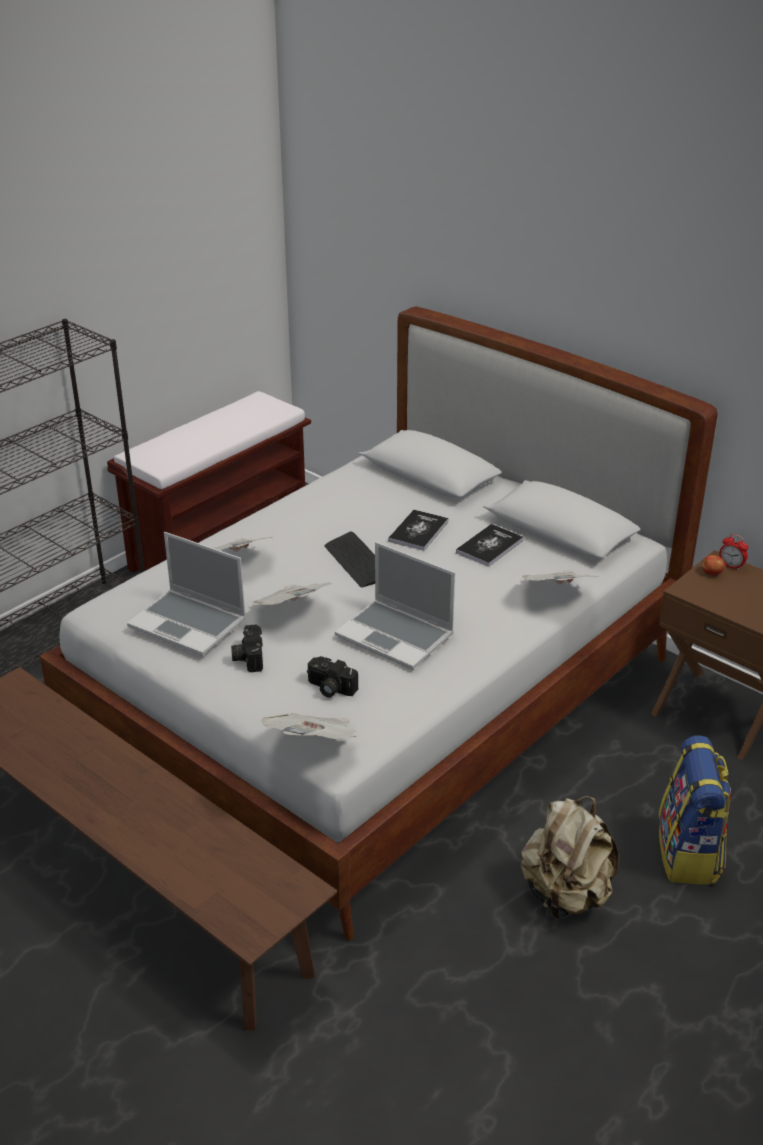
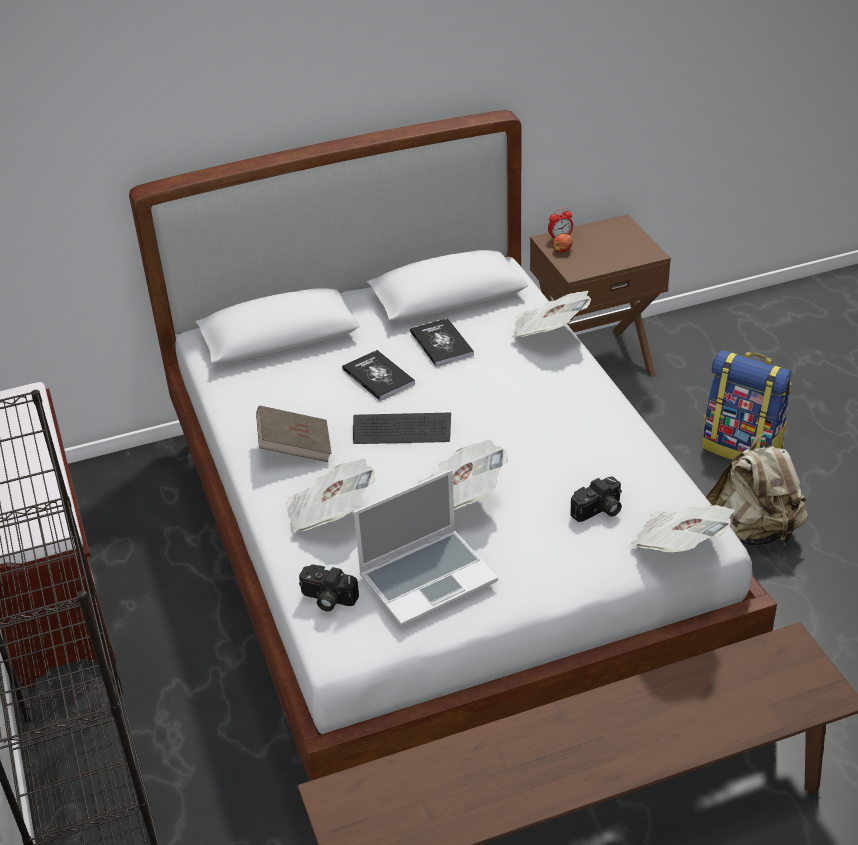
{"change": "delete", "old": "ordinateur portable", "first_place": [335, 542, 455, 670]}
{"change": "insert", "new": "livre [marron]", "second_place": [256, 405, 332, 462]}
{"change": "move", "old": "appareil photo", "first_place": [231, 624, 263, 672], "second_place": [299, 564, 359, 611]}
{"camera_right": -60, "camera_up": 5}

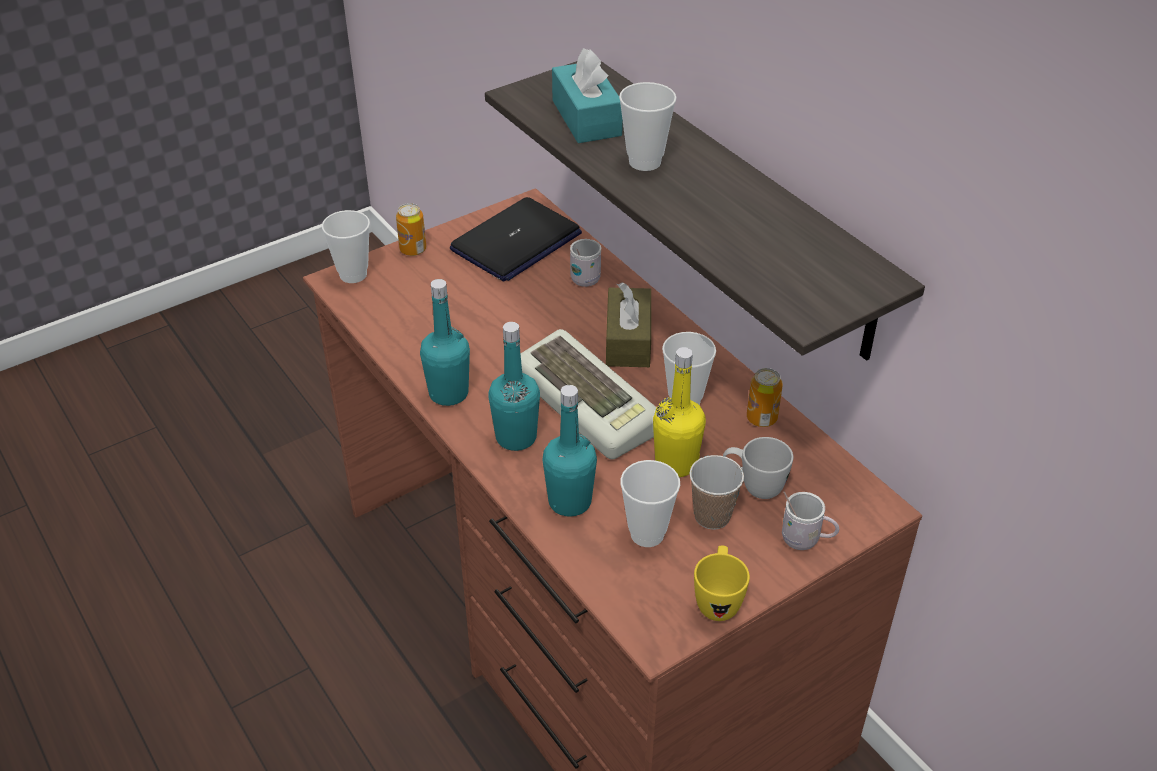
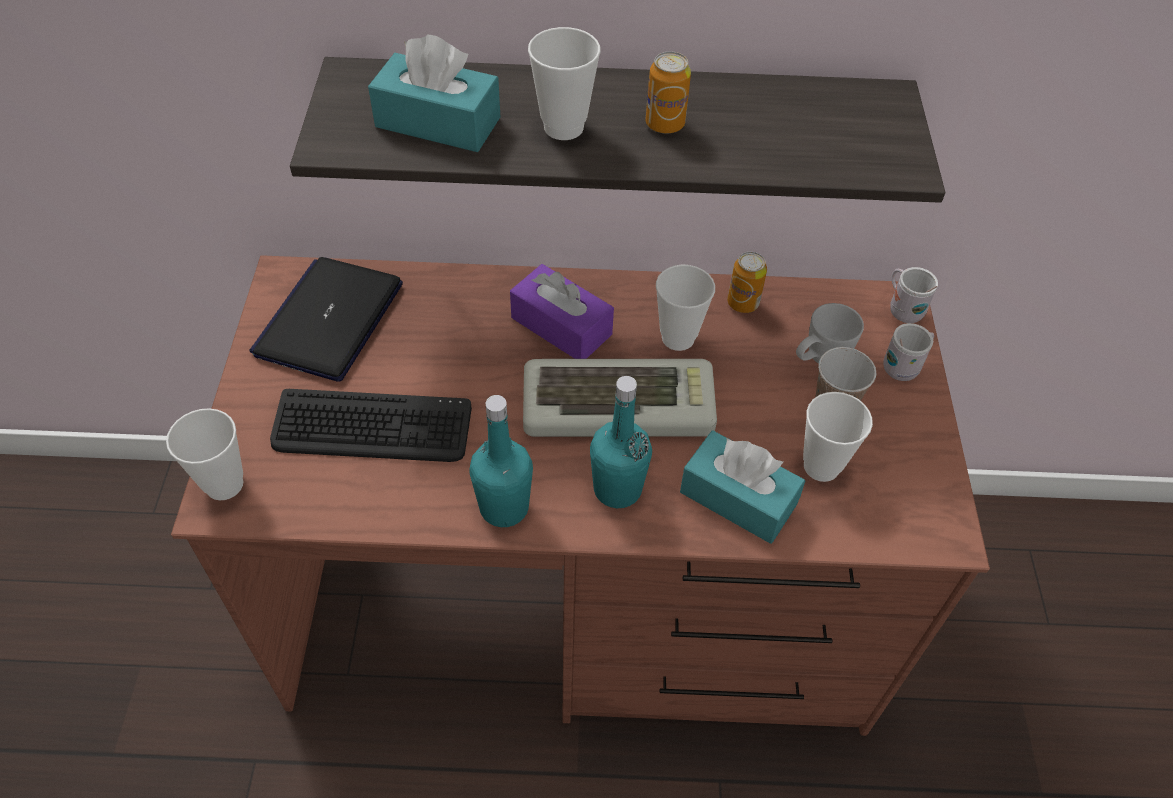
{"change": "delete", "old": "bouteille [jaune]", "first_place": [653, 347, 706, 477]}
{"change": "delete", "old": "mug [jaune]", "first_place": [694, 546, 750, 621]}
{"change": "insert", "new": "clavier", "second_place": [270, 389, 472, 462]}
{"change": "move", "old": "boîte métallique", "first_place": [396, 203, 426, 256], "second_place": [646, 51, 691, 134]}
{"change": "move", "old": "mug [blanc]", "first_place": [570, 239, 601, 287], "second_place": [890, 267, 938, 323]}
{"change": "replace", "old": "bouteille [turquoise]", "new": "boîte à mouchoirs [turquoise]", "first_place": [543, 385, 597, 517], "second_place": [680, 431, 805, 544]}
{"change": "recolor", "old": "boîte à mouchoirs [marron]", "new": "boîte à mouchoirs [violet]", "first_place": [606, 282, 651, 367], "second_place": [510, 264, 614, 359]}
{"change": "rotate", "old": "ordinateur portable", "first_place": [450, 197, 582, 282], "second_place": [250, 257, 403, 382], "degrees": -150}
{"camera_right": -55, "camera_up": 10}

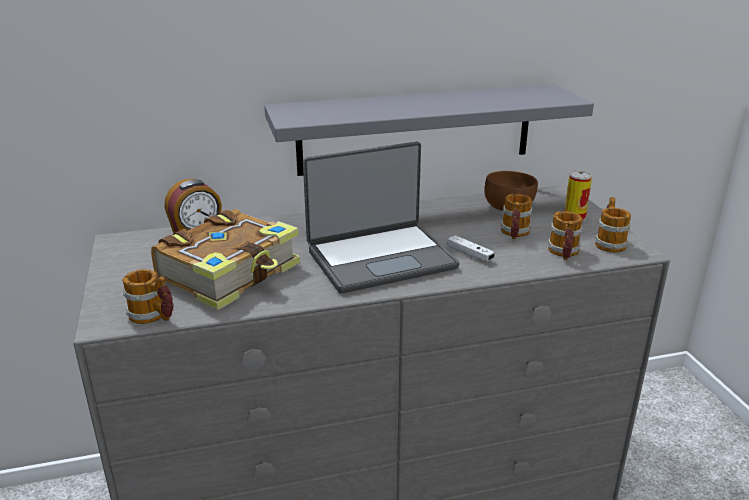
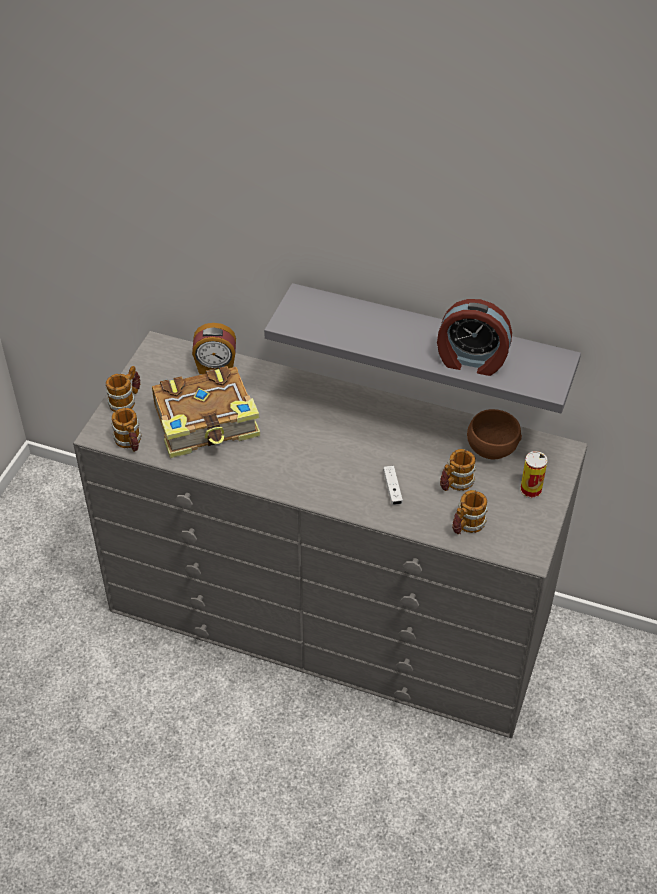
{"change": "delete", "old": "ordinateur portable", "first_place": [303, 142, 459, 293]}
{"change": "insert", "new": "réveil", "second_place": [437, 299, 512, 376]}
{"change": "move", "old": "mug", "first_place": [595, 197, 631, 252], "second_place": [106, 366, 140, 412]}
{"camera_right": 35, "camera_up": 20}

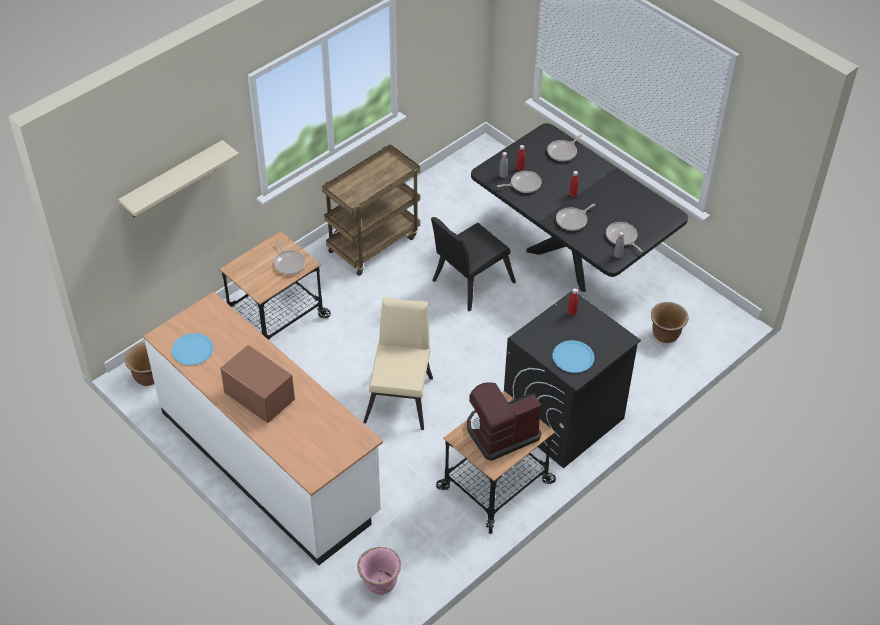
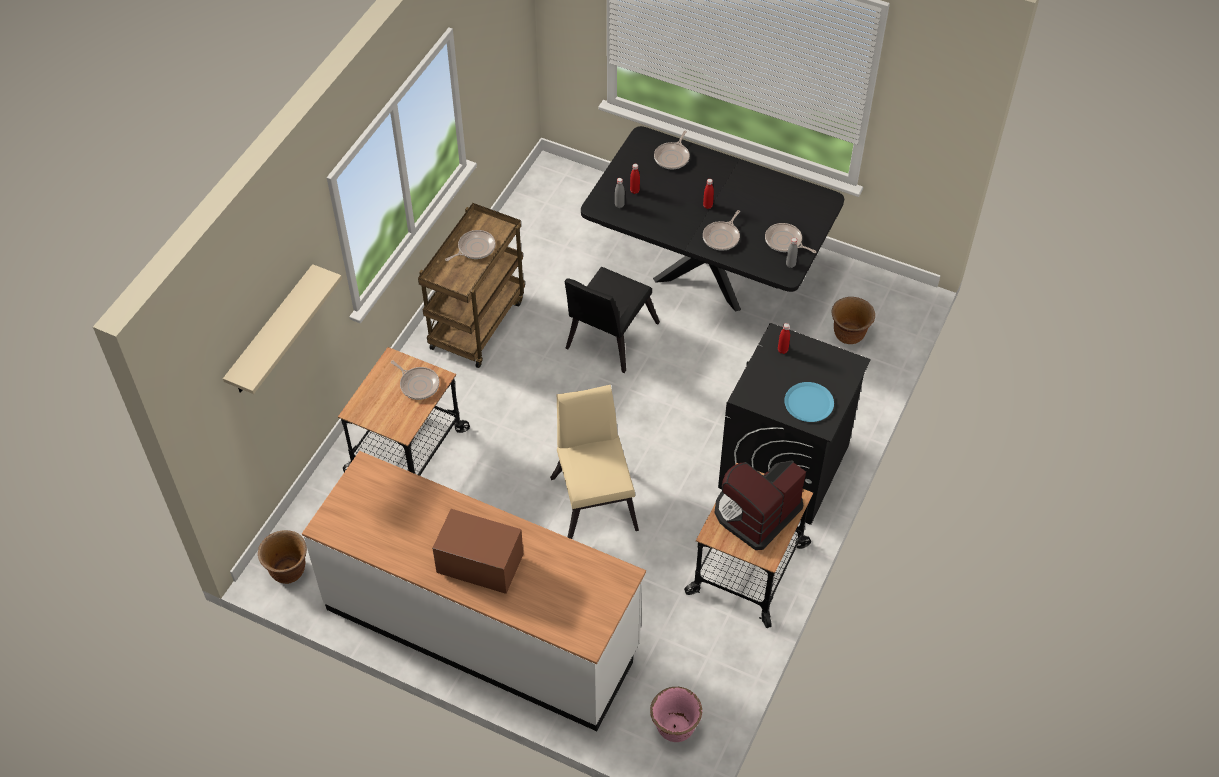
{"change": "delete", "old": "assiette [bleu]", "first_place": [172, 333, 214, 365]}
{"change": "move", "old": "poêle", "first_place": [497, 171, 542, 193], "second_place": [445, 230, 496, 261]}
{"camera_right": -20, "camera_up": 5}

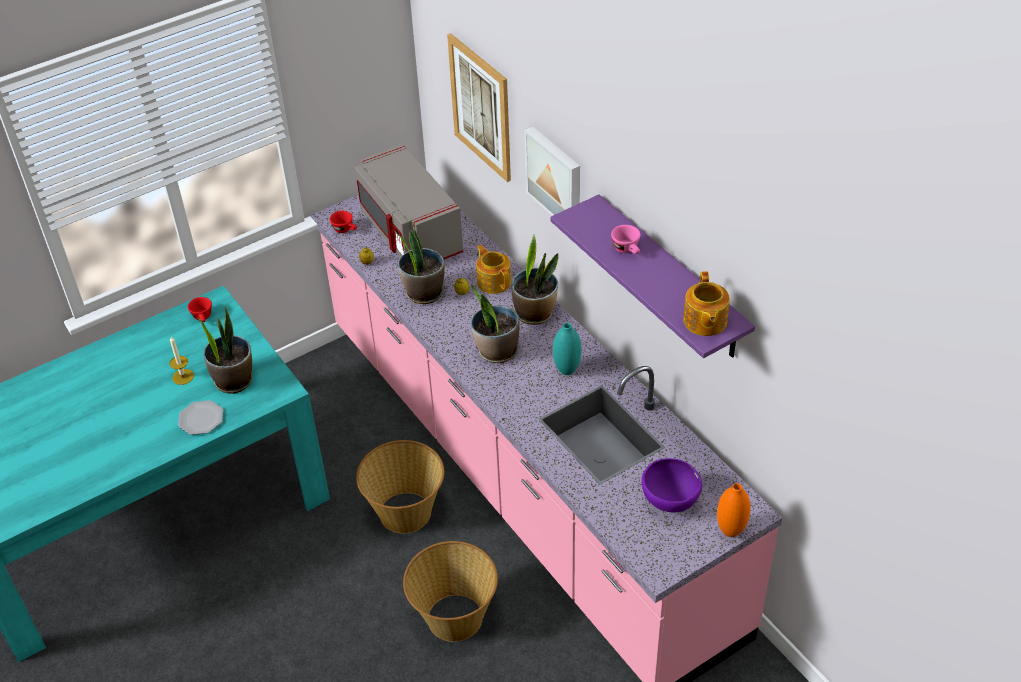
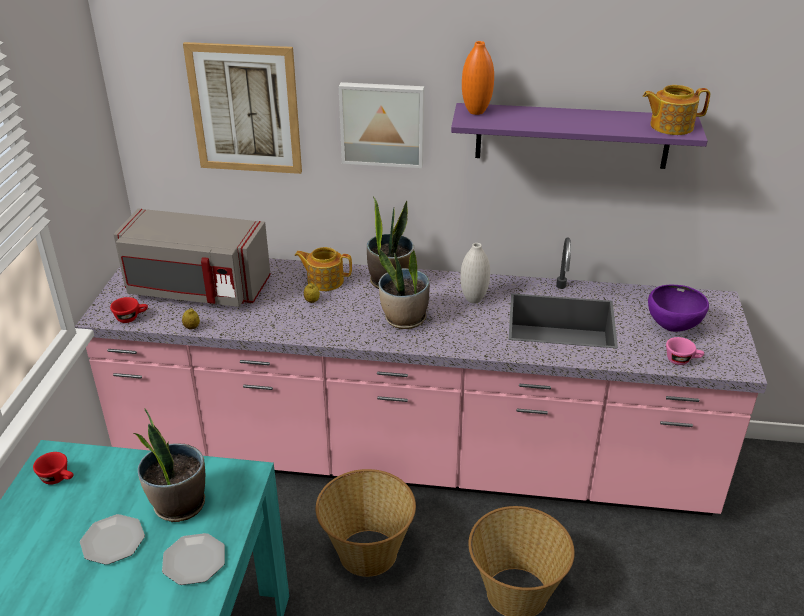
{"change": "delete", "old": "plante en pot", "first_place": [397, 219, 445, 304]}
{"change": "move", "old": "tasse [rose]", "first_place": [611, 225, 640, 254], "second_place": [666, 337, 704, 365]}
{"change": "move", "old": "vase [orange]", "first_place": [717, 483, 751, 537], "second_place": [462, 41, 494, 115]}
{"change": "replace", "old": "bougie", "new": "assiette", "first_place": [170, 336, 194, 385], "second_place": [80, 514, 145, 565]}
{"change": "recolor", "old": "vase [turquoise]", "new": "vase [blanc]", "first_place": [553, 323, 582, 375], "second_place": [460, 243, 490, 304]}
{"change": "rotate", "old": "théière", "first_place": [683, 271, 730, 336], "second_place": [643, 85, 710, 135], "degrees": 135}
{"camera_right": -50, "camera_up": -10}

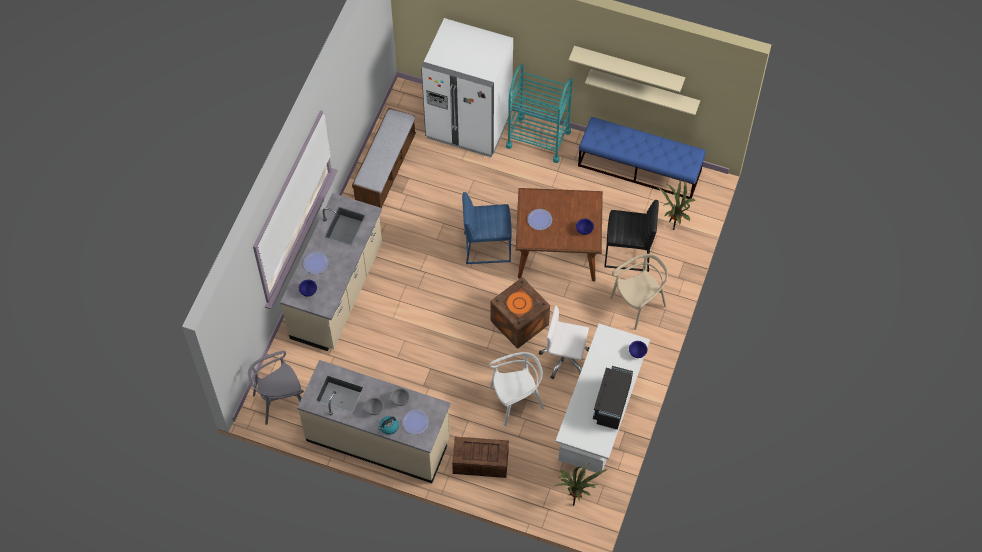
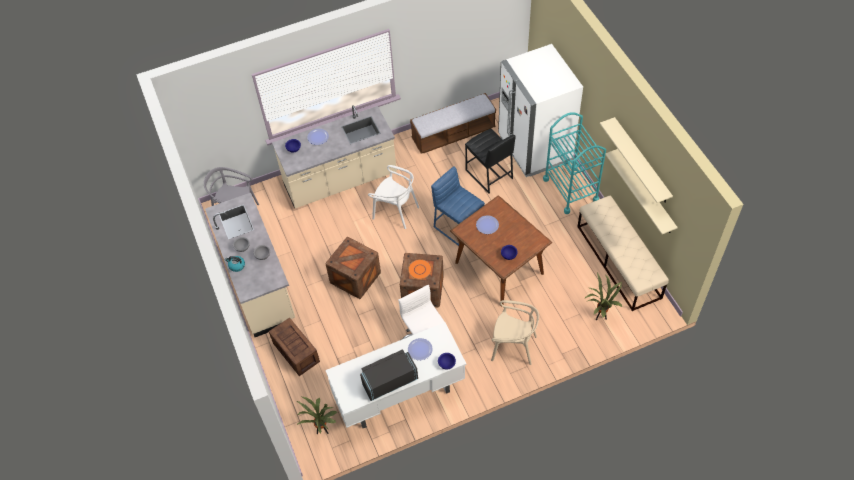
{"change": "insert", "new": "caisse", "second_place": [326, 237, 381, 299]}
{"change": "move", "old": "assiette", "first_place": [402, 410, 429, 434], "second_place": [408, 338, 433, 360]}
{"change": "move", "old": "chaise [blanc]", "first_place": [489, 352, 544, 426], "second_place": [368, 165, 419, 229]}
{"change": "move", "old": "tabouret [noir]", "first_place": [604, 200, 659, 272], "second_place": [465, 129, 516, 194]}
{"change": "recolor", "old": "banc [bleu]", "new": "banc [beige]", "first_place": [578, 117, 706, 199], "second_place": [577, 196, 669, 311]}
{"camera_right": 50, "camera_up": -5}

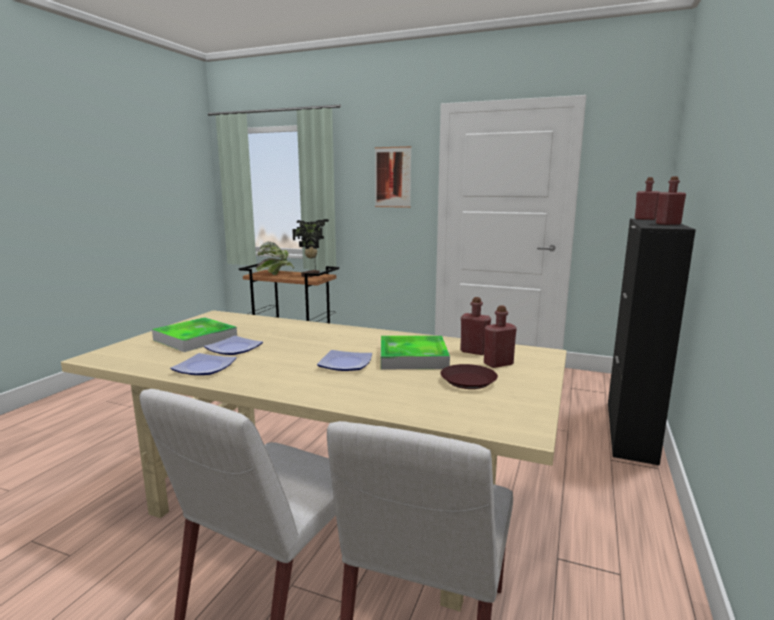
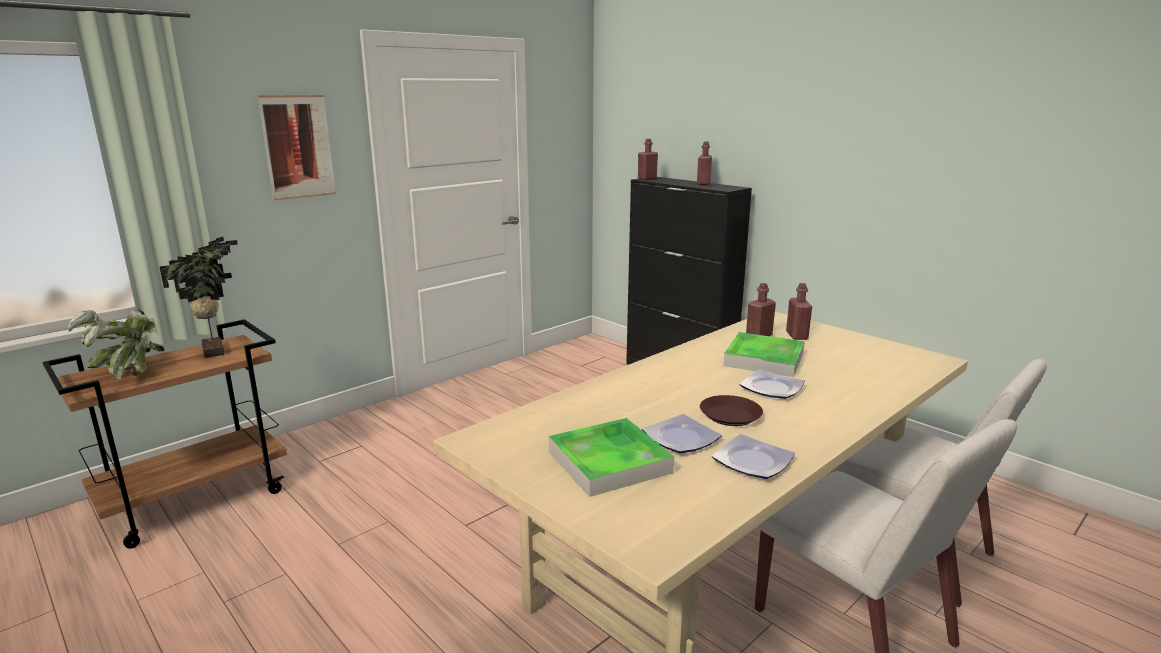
{"change": "move", "old": "assiette [marron]", "first_place": [440, 364, 498, 389], "second_place": [700, 395, 763, 426]}
{"camera_right": -65, "camera_up": 5}

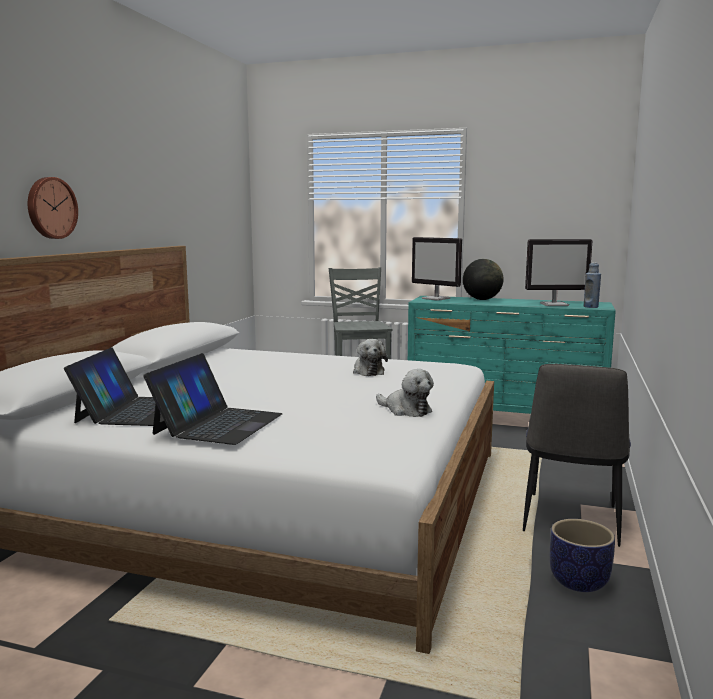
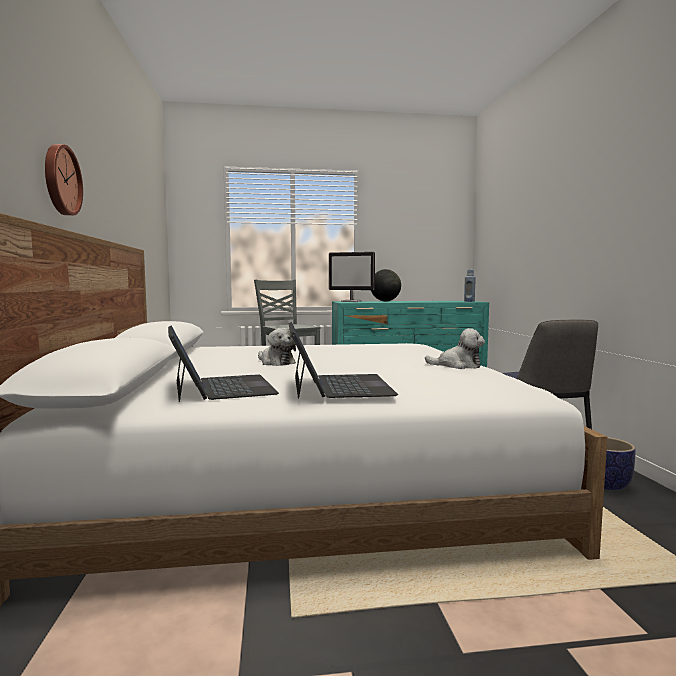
{"change": "delete", "old": "écran d'ordinateur", "first_place": [525, 239, 593, 306]}
{"change": "move", "old": "peluche", "first_place": [353, 339, 388, 376], "second_place": [258, 328, 296, 366]}
{"camera_right": -25, "camera_up": -5}

